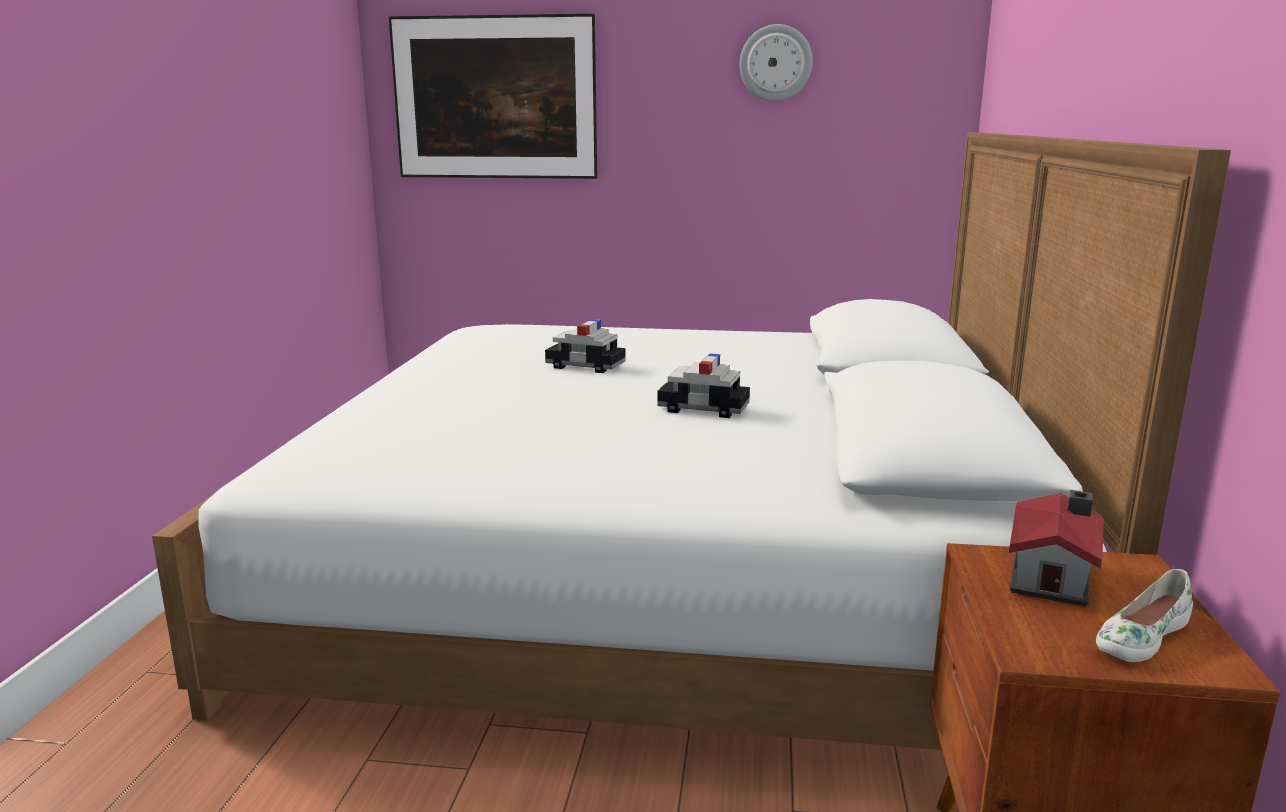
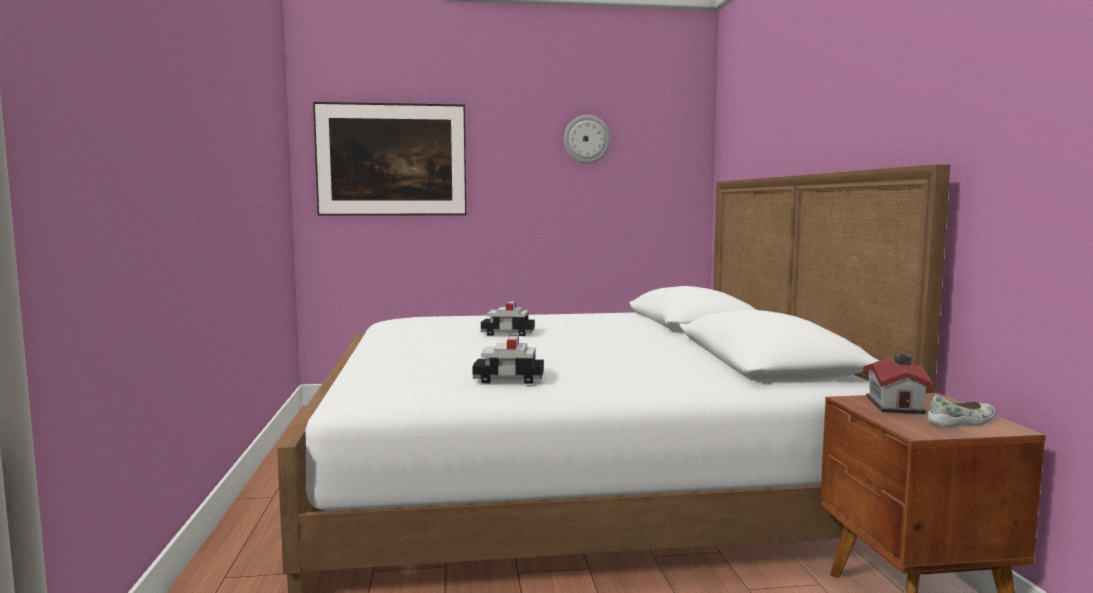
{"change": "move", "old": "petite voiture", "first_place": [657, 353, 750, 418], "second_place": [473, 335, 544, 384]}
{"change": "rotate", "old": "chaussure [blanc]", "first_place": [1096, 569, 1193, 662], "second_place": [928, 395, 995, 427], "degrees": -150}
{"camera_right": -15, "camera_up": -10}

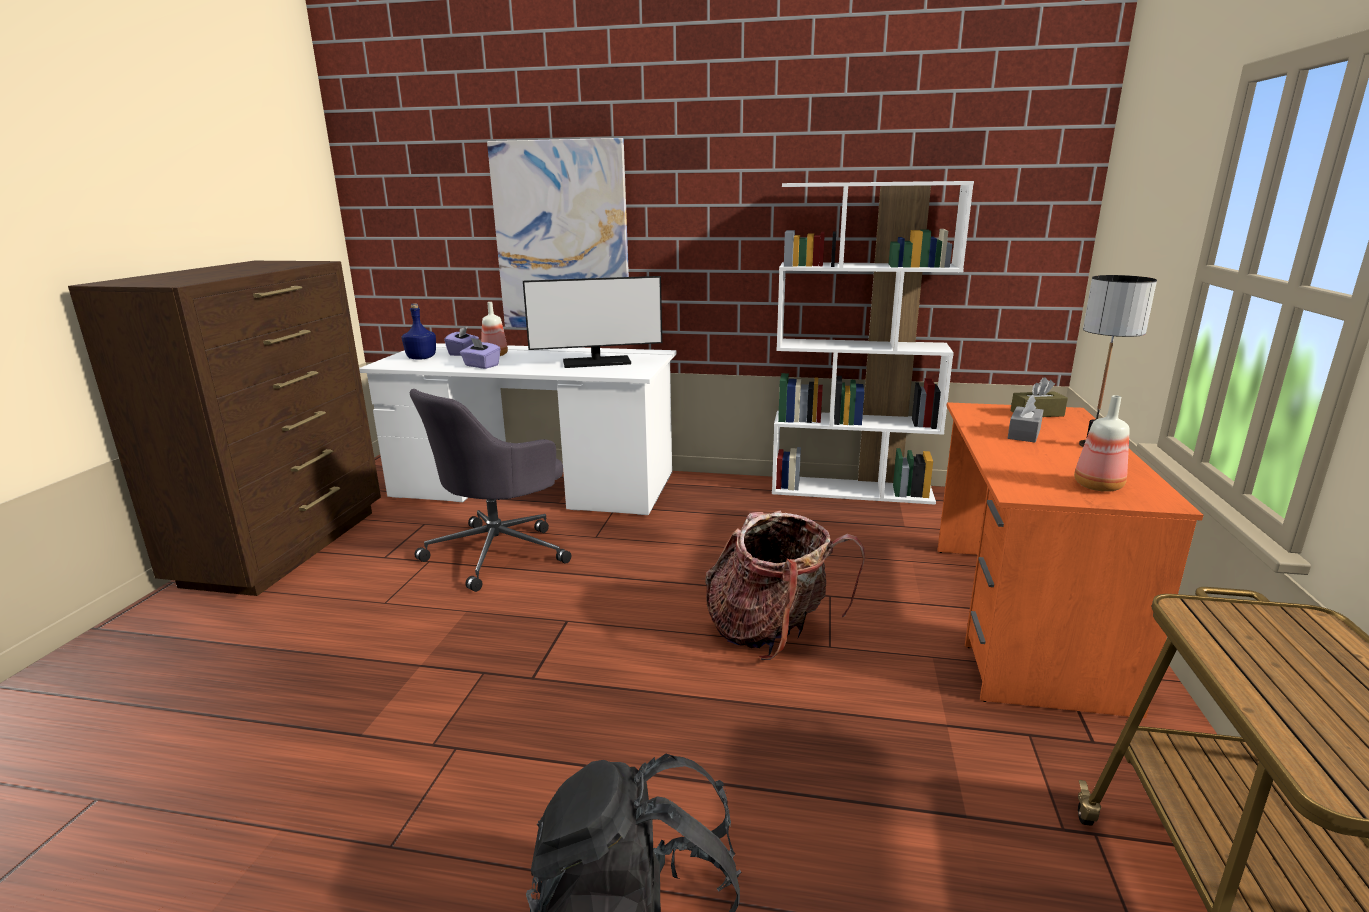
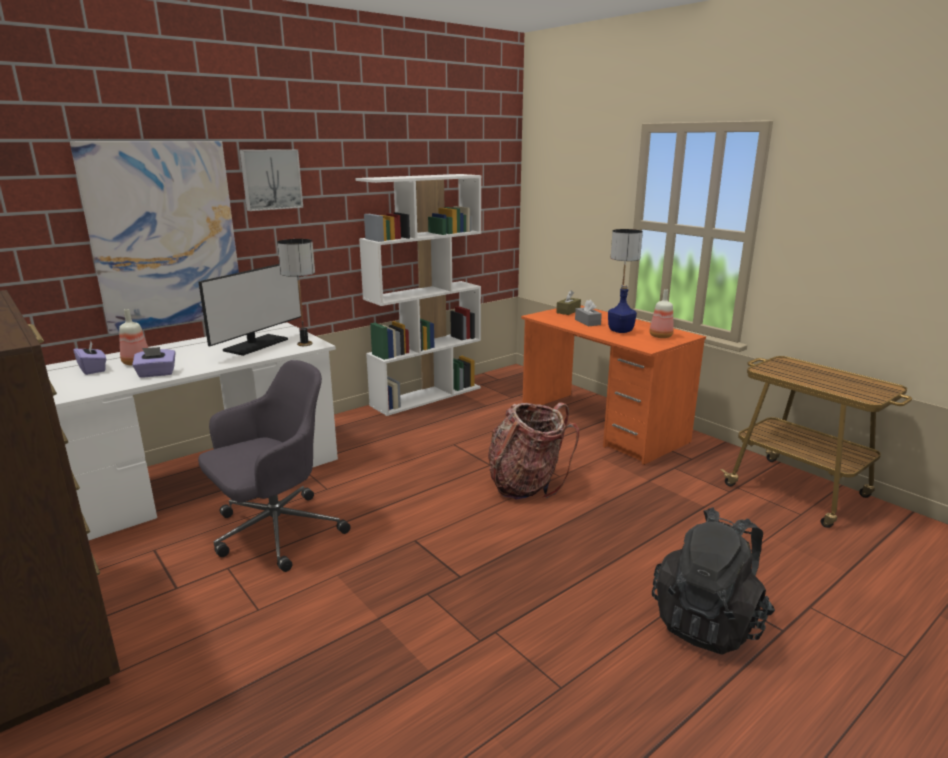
{"change": "insert", "new": "tableau", "second_place": [240, 149, 303, 211]}
{"change": "insert", "new": "lampe de table", "second_place": [277, 239, 315, 346]}
{"change": "move", "old": "bouteille [bleu]", "first_place": [402, 303, 436, 360], "second_place": [608, 285, 637, 333]}
{"change": "rotate", "old": "chaise de bureau [gris]", "first_place": [410, 389, 571, 592], "second_place": [198, 360, 351, 572], "degrees": -120}
{"camera_right": -50, "camera_up": 0}

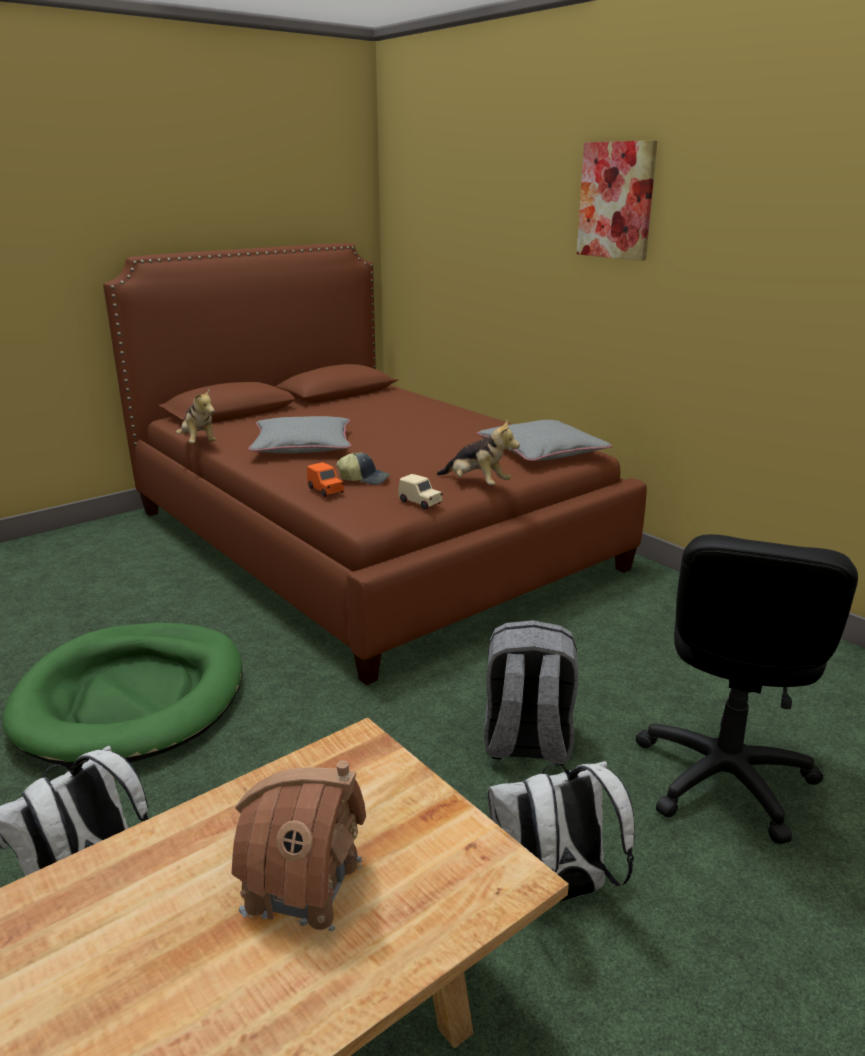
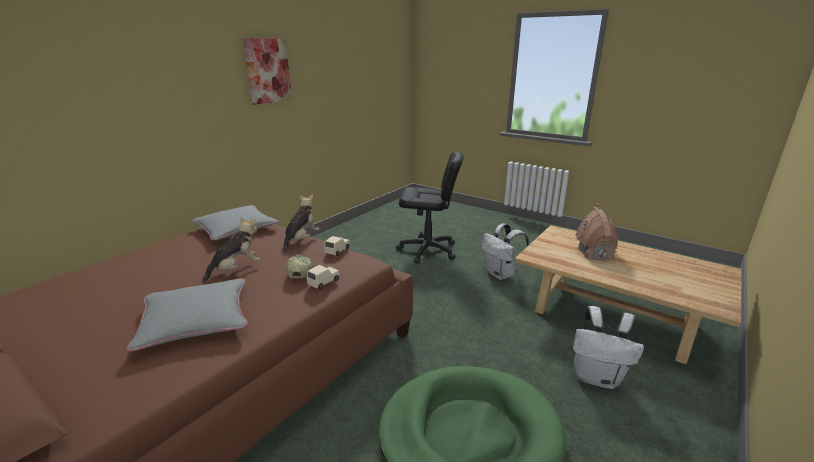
{"change": "delete", "old": "sac à dos [gris]", "first_place": [484, 620, 578, 766]}
{"change": "move", "old": "peluche", "first_place": [176, 388, 216, 443], "second_place": [202, 217, 260, 283]}
{"change": "move", "old": "tableau", "first_place": [577, 141, 657, 261], "second_place": [243, 38, 292, 105]}
{"change": "recolor", "old": "petite voiture [orange]", "new": "petite voiture [beige]", "first_place": [307, 462, 344, 497], "second_place": [307, 265, 339, 289]}
{"camera_right": -105, "camera_up": 0}

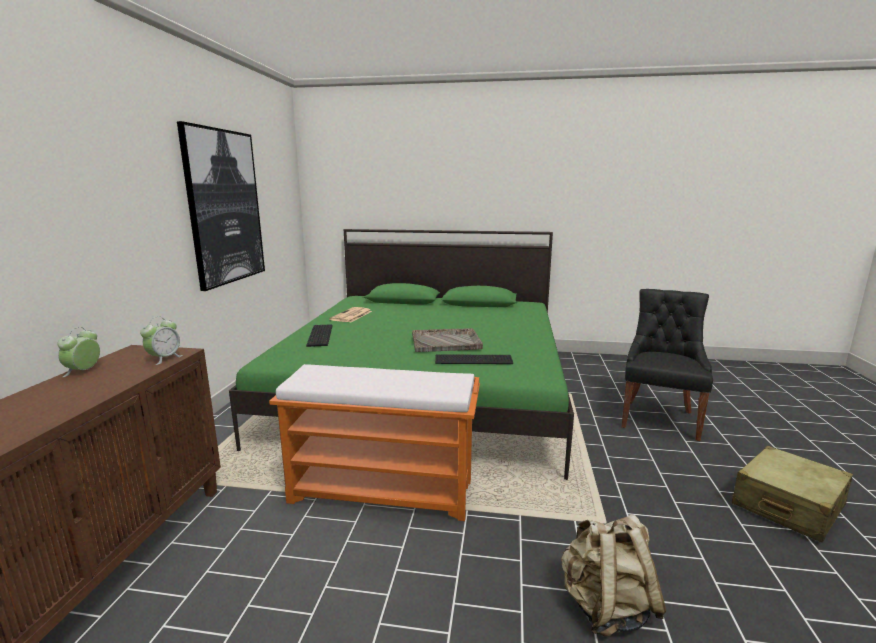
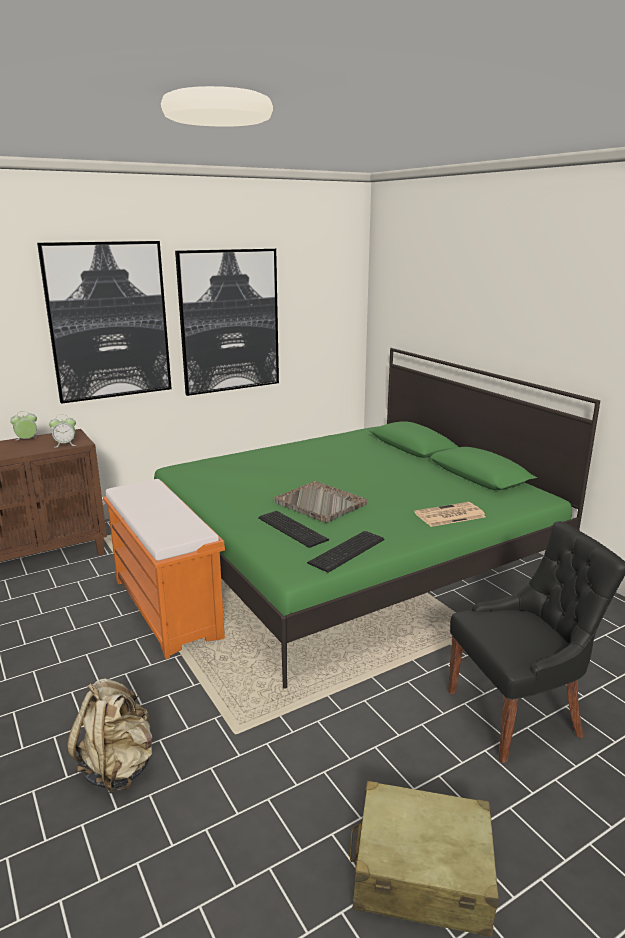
{"change": "insert", "new": "tableau", "second_place": [37, 241, 172, 404]}
{"change": "move", "old": "clavier", "first_place": [306, 324, 333, 347], "second_place": [307, 531, 384, 572]}
{"change": "move", "old": "journal", "first_place": [329, 307, 372, 322], "second_place": [414, 502, 486, 527]}
{"camera_right": 50, "camera_up": 5}

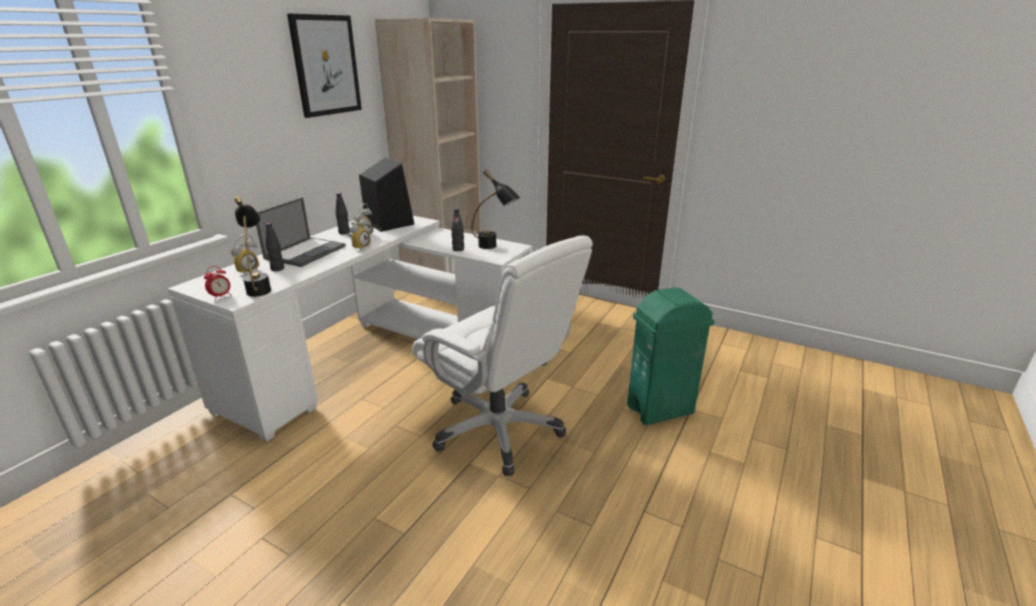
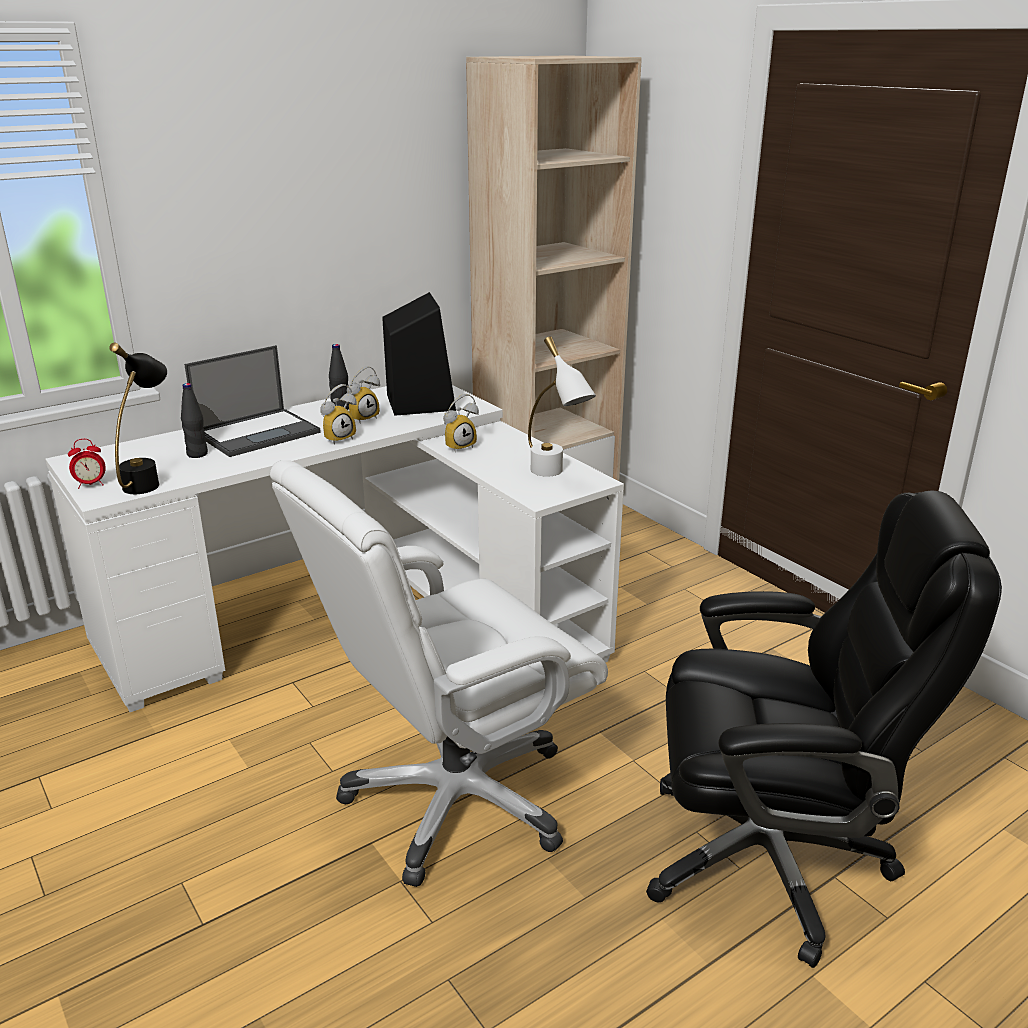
{"change": "delete", "old": "tableau", "first_place": [287, 14, 362, 118]}
{"change": "delete", "old": "bouteille [noir]", "first_place": [451, 209, 464, 251]}
{"change": "move", "old": "réveil", "first_place": [231, 234, 259, 275], "second_place": [443, 394, 479, 452]}
{"change": "replace", "old": "poubelle [vert]", "new": "chaise de bureau [noir]", "first_place": [627, 287, 714, 425], "second_place": [646, 490, 1002, 968]}
{"change": "recolor", "old": "lampe de table [noir]", "new": "lampe de table [blanc]", "first_place": [472, 169, 520, 249], "second_place": [528, 336, 596, 477]}
{"change": "rotate", "old": "chaise de bureau [blanc]", "first_place": [412, 235, 593, 476], "second_place": [270, 460, 608, 887], "degrees": 75}
{"camera_right": 25, "camera_up": 0}

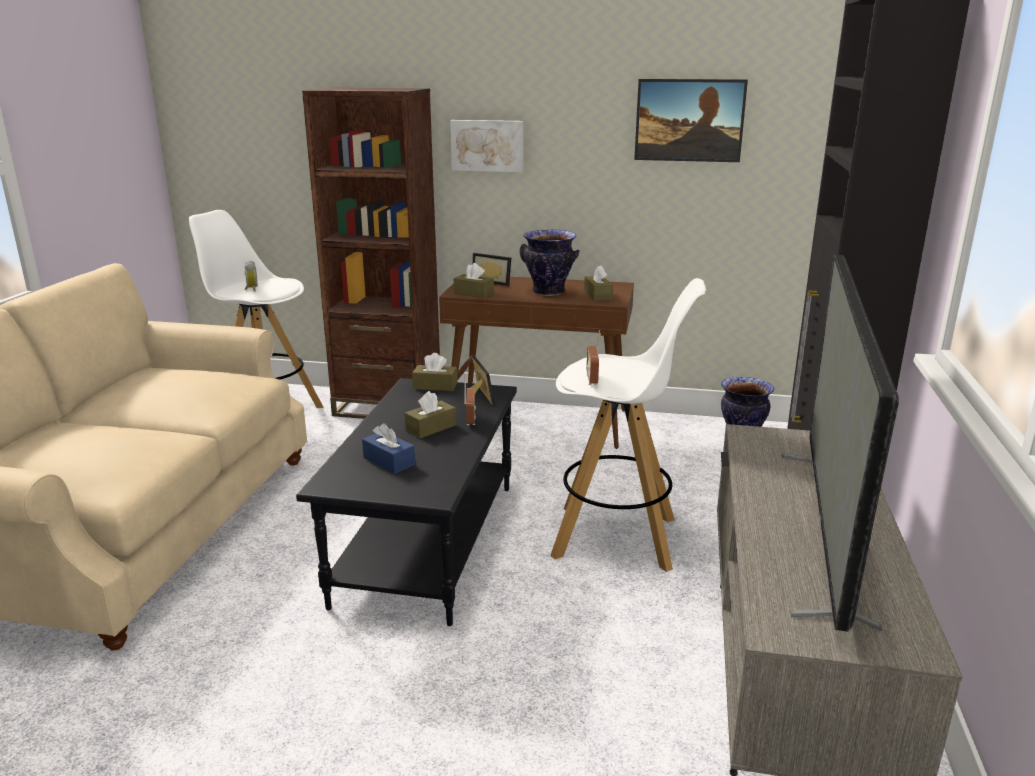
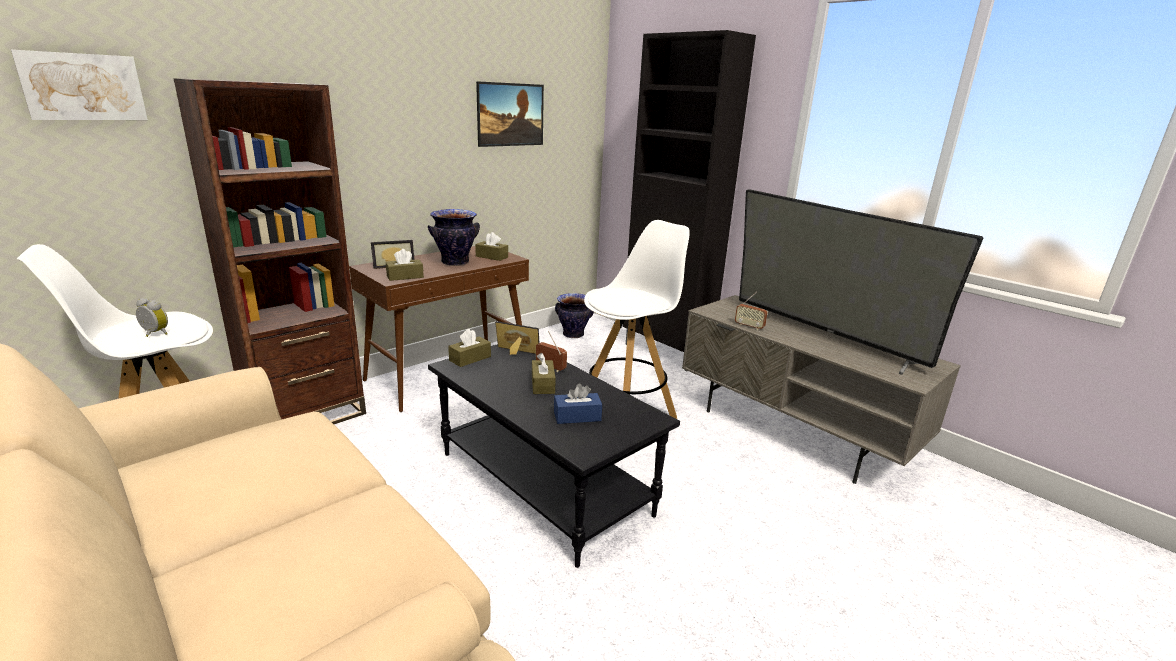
{"change": "move", "old": "tableau", "first_place": [450, 120, 524, 172], "second_place": [11, 50, 148, 120]}
{"change": "move", "old": "radio", "first_place": [586, 330, 600, 385], "second_place": [735, 292, 768, 330]}
{"camera_right": -55, "camera_up": 0}

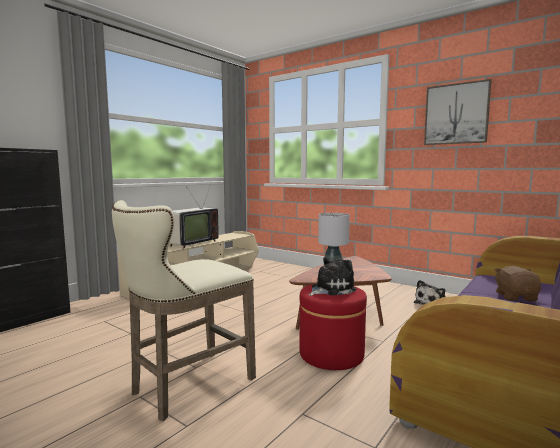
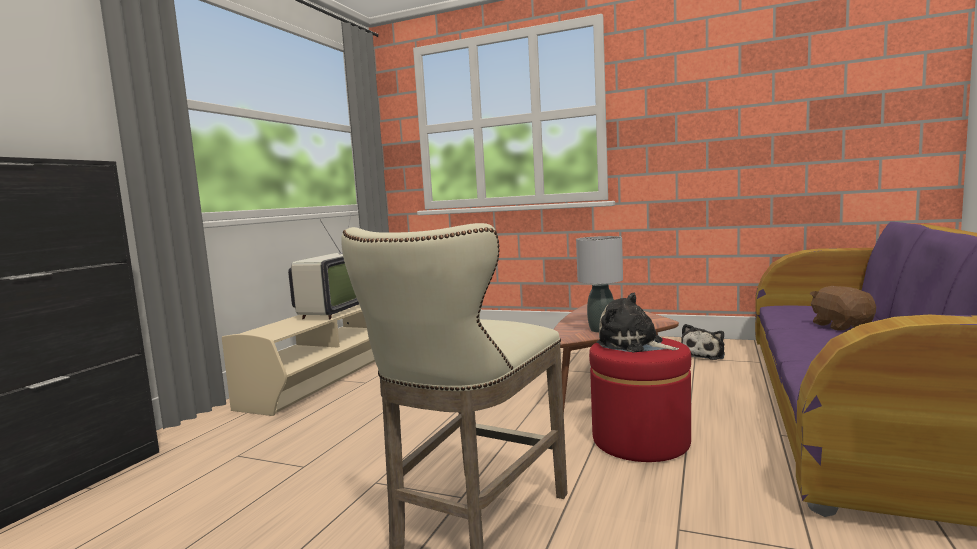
{"change": "delete", "old": "tableau", "first_place": [424, 79, 491, 145]}
{"change": "rotate", "old": "peluche", "first_place": [309, 257, 357, 296], "second_place": [597, 292, 679, 352], "degrees": -90}
{"camera_right": -15, "camera_up": 0}

